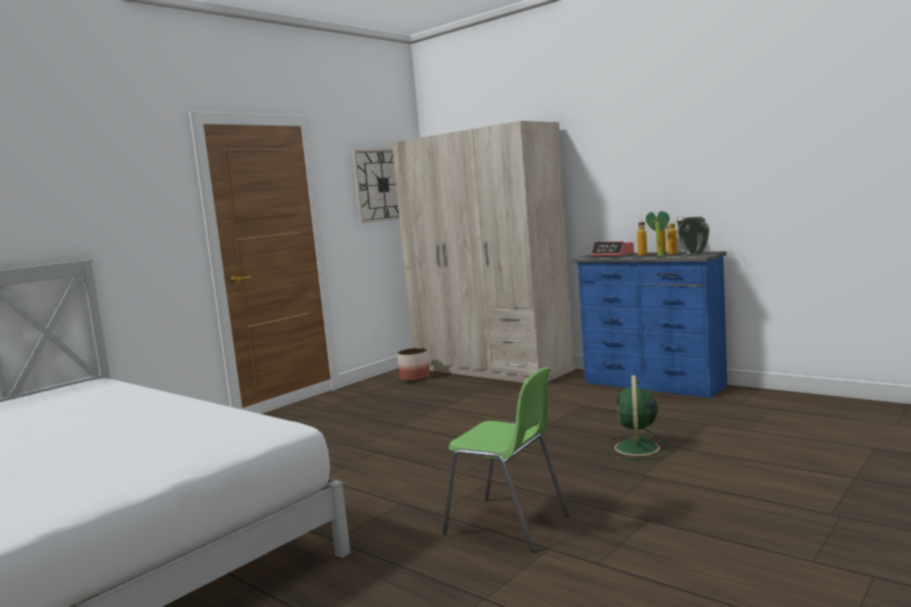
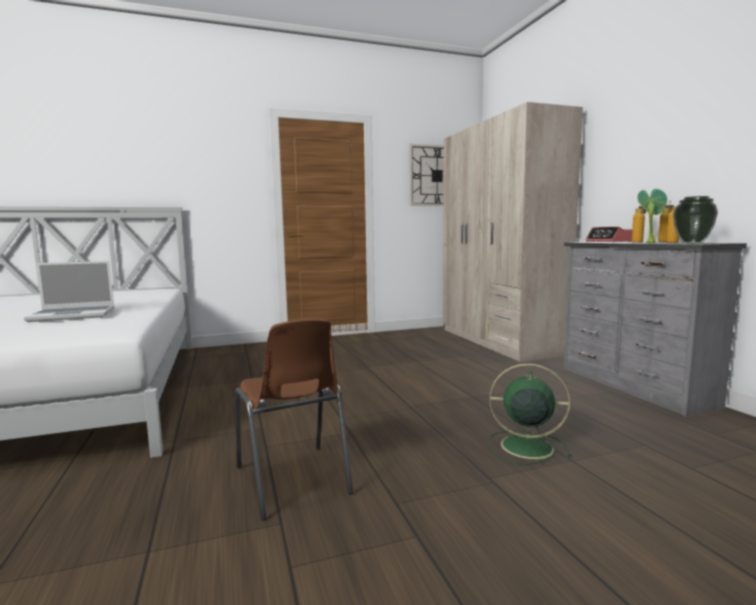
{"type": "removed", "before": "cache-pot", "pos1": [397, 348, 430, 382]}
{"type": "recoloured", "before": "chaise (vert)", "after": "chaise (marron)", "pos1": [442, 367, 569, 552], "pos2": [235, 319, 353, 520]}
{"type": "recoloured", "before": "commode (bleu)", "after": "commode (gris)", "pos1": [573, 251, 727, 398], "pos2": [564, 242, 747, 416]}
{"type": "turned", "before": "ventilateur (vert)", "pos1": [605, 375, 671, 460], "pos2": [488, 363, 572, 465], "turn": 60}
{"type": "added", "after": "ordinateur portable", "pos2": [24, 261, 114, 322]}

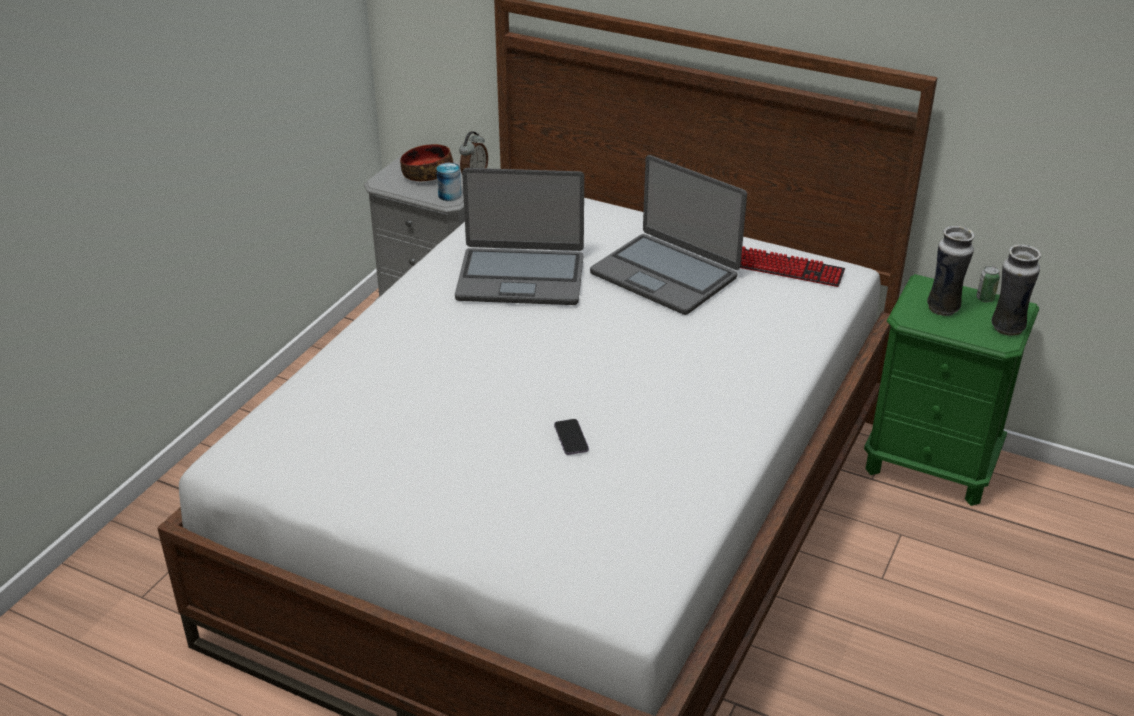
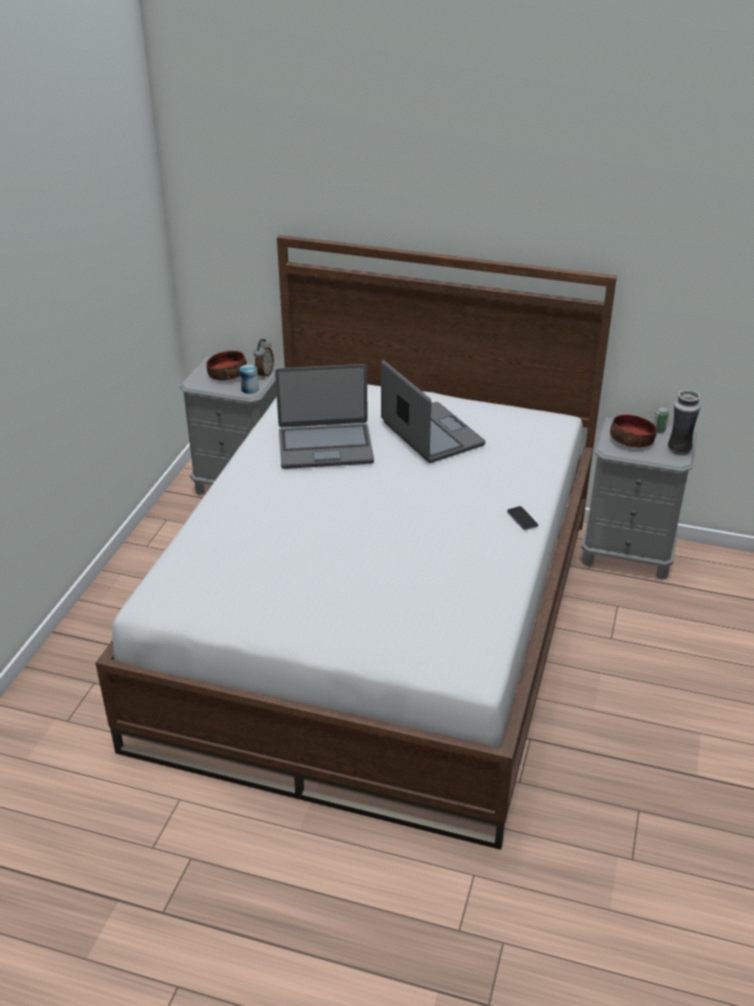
{"type": "moved", "before": "téléphone", "pos1": [554, 419, 589, 455], "pos2": [507, 506, 538, 530]}
{"type": "turned", "before": "ordinateur portable", "pos1": [590, 155, 747, 315], "pos2": [381, 360, 485, 463], "turn": -150}
{"type": "removed", "before": "clavier", "pos1": [740, 246, 845, 287]}
{"type": "recoloured", "before": "table de chevet (vert)", "after": "table de chevet (gris)", "pos1": [864, 274, 1039, 506], "pos2": [581, 417, 697, 580]}
{"type": "replaced", "before": "vase", "after": "bol", "pos1": [927, 226, 975, 316], "pos2": [610, 415, 657, 448]}

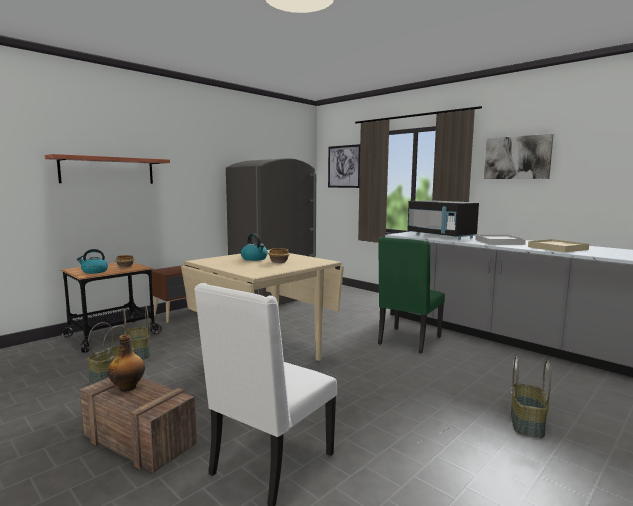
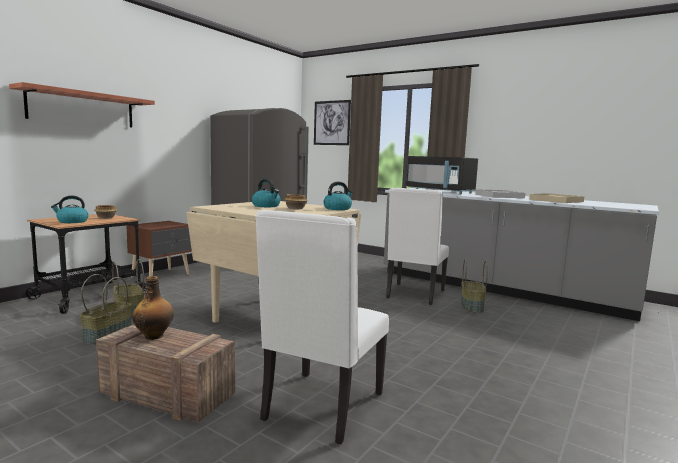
{"type": "recoloured", "before": "chaise (vert)", "after": "chaise (blanc)", "pos1": [378, 237, 445, 354], "pos2": [386, 188, 449, 305]}
{"type": "removed", "before": "tableau", "pos1": [484, 134, 554, 179]}
{"type": "moved", "before": "panier", "pos1": [511, 356, 551, 438], "pos2": [461, 259, 488, 313]}
{"type": "added", "after": "bouilloire", "pos2": [323, 182, 353, 210]}

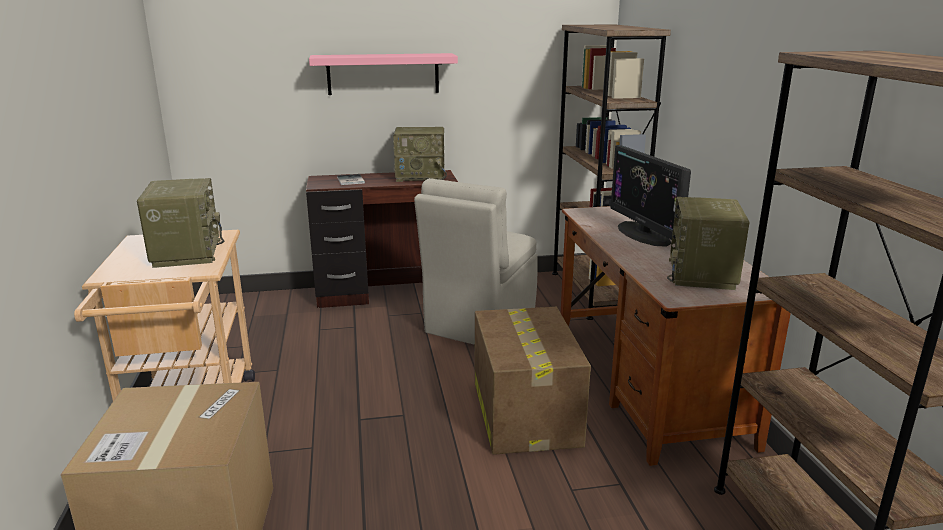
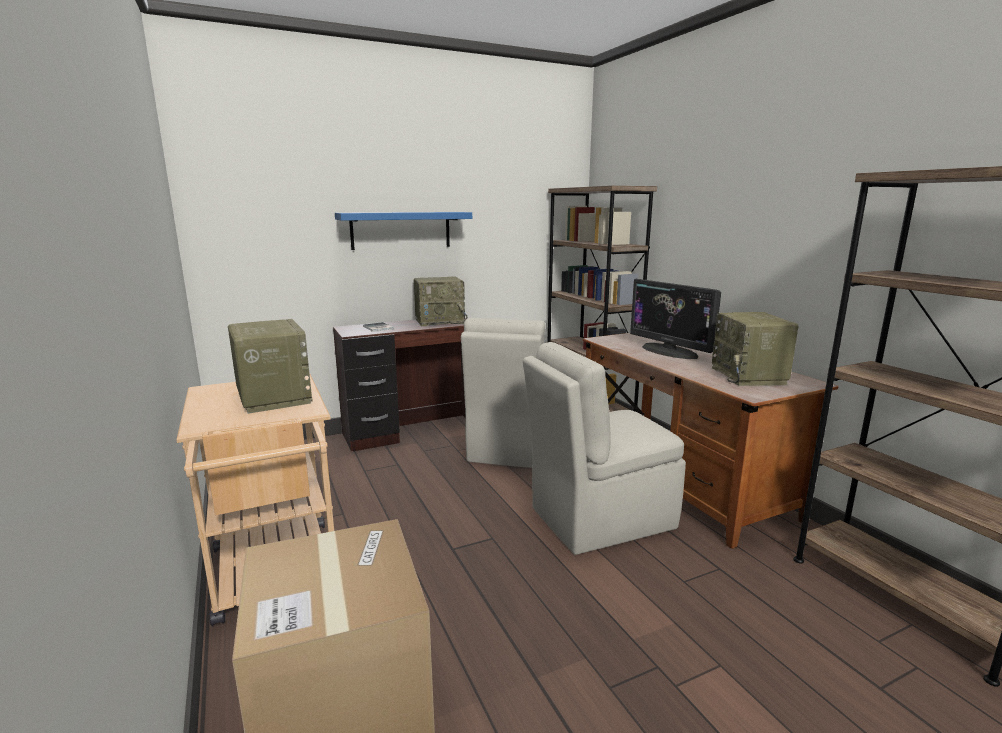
{"type": "recoloured", "before": "étagère (rose)", "after": "étagère (bleu)", "pos1": [309, 53, 458, 95], "pos2": [335, 212, 472, 250]}
{"type": "replaced", "before": "carton", "after": "chaise (beige)", "pos1": [475, 307, 591, 455], "pos2": [523, 342, 686, 555]}

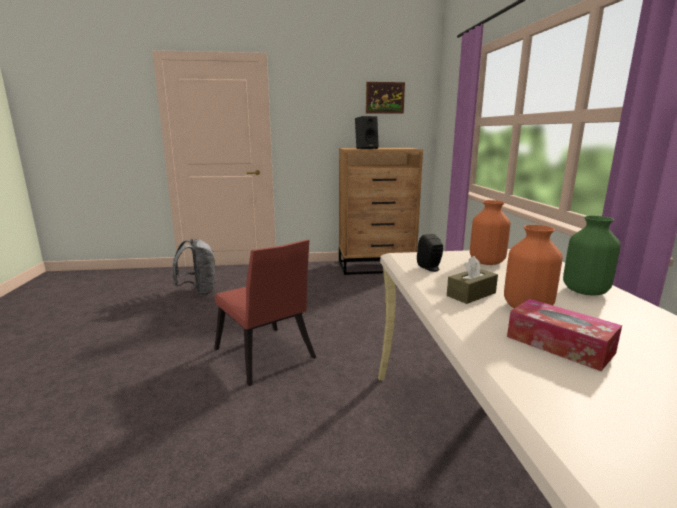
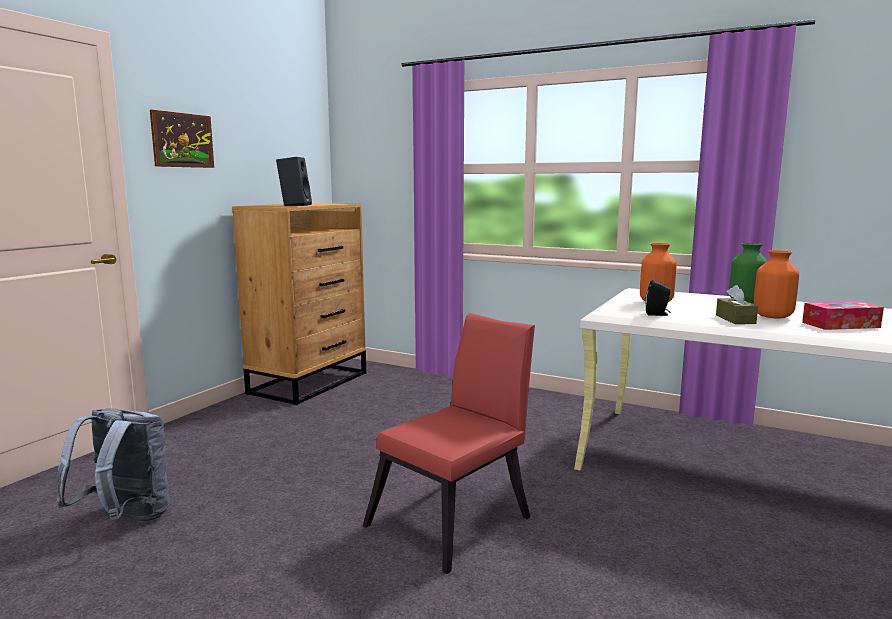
{"type": "turned", "before": "chaise (rouge)", "pos1": [214, 240, 316, 386], "pos2": [363, 313, 535, 574], "turn": -45}
{"type": "moved", "before": "tableau", "pos1": [366, 82, 405, 114], "pos2": [150, 110, 214, 168]}

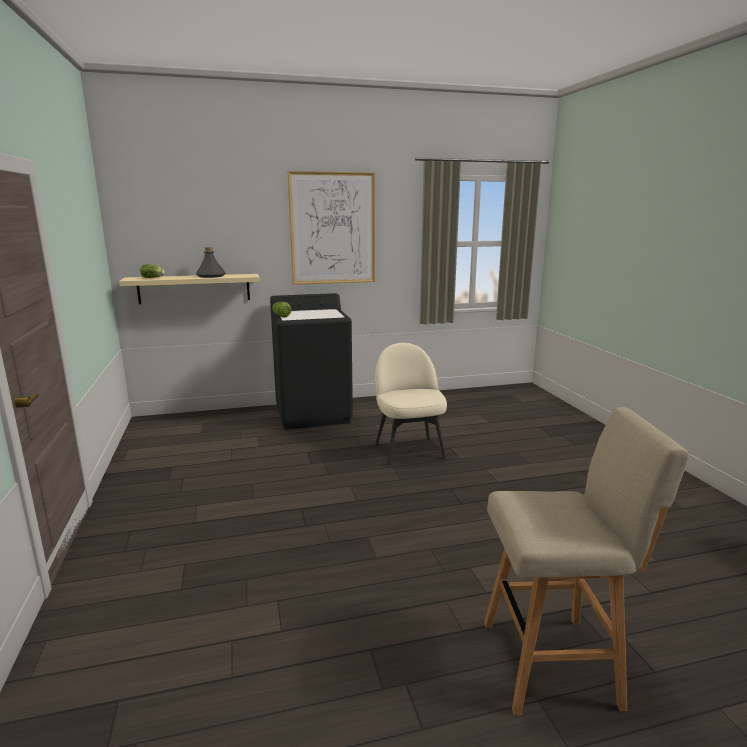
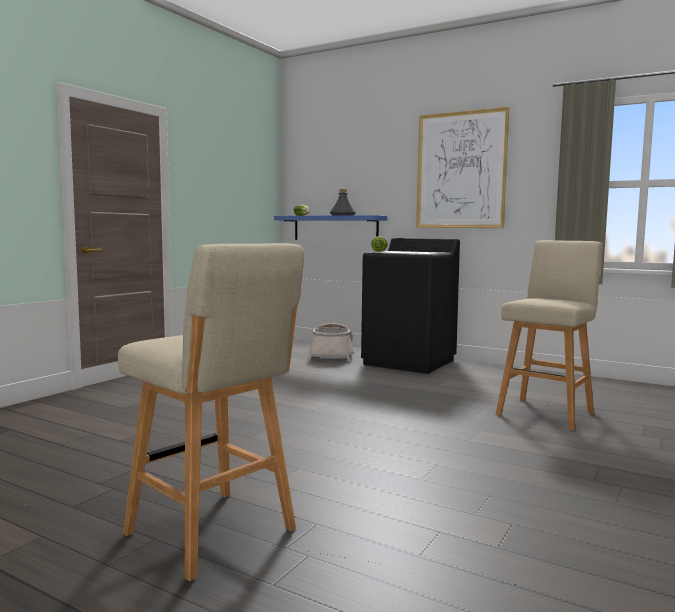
{"type": "recoloured", "before": "étagère (beige)", "after": "étagère (bleu)", "pos1": [119, 274, 260, 304], "pos2": [274, 215, 387, 240]}
{"type": "removed", "before": "chaise (beige)", "pos1": [375, 343, 447, 466]}
{"type": "added", "after": "panier", "pos2": [308, 323, 353, 362]}
{"type": "added", "after": "tabouret (beige)", "pos2": [496, 240, 603, 430]}

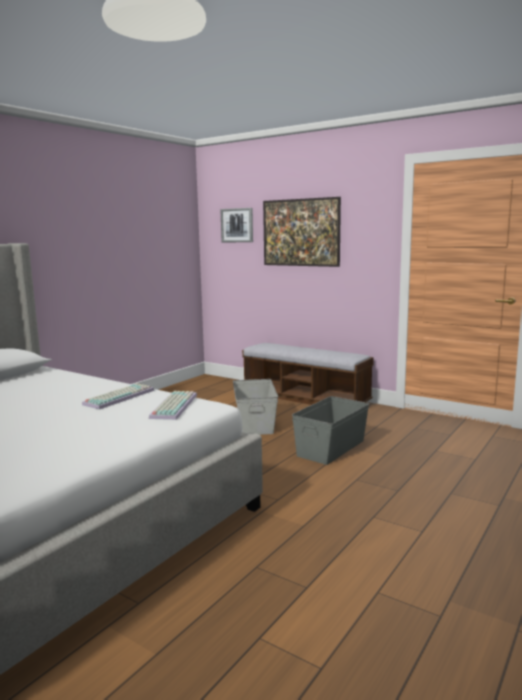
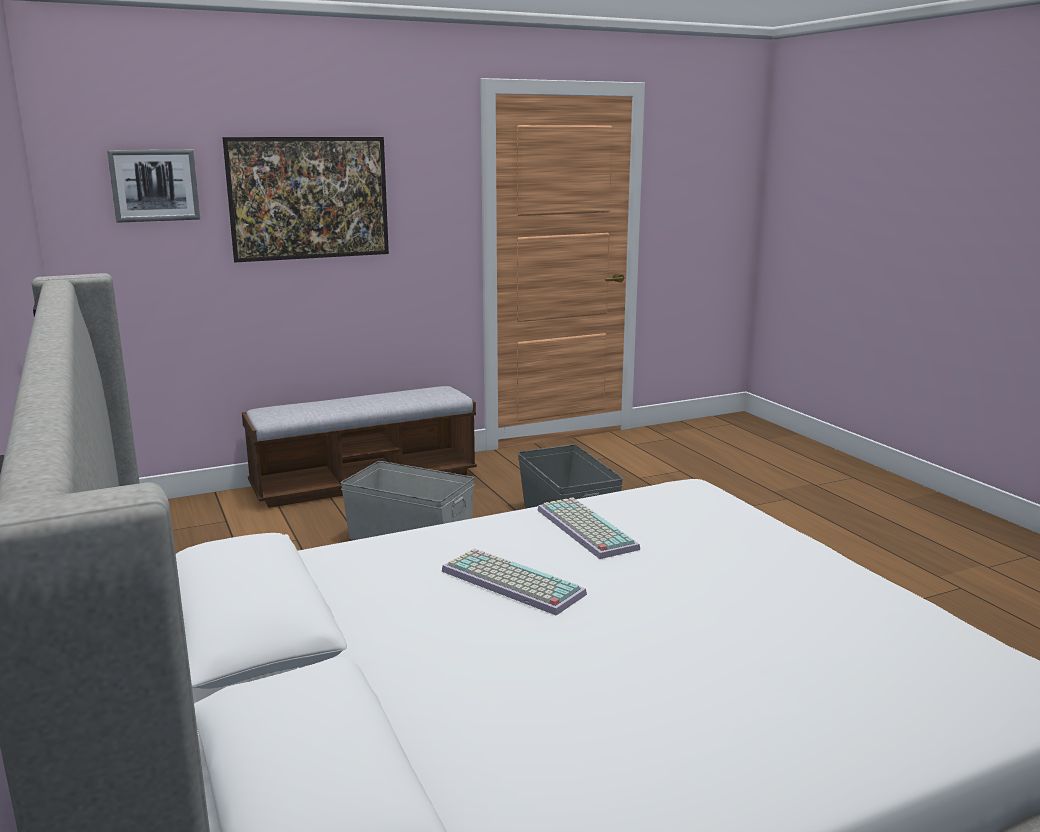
{"type": "moved", "before": "clavier", "pos1": [149, 391, 197, 420], "pos2": [442, 548, 587, 615]}

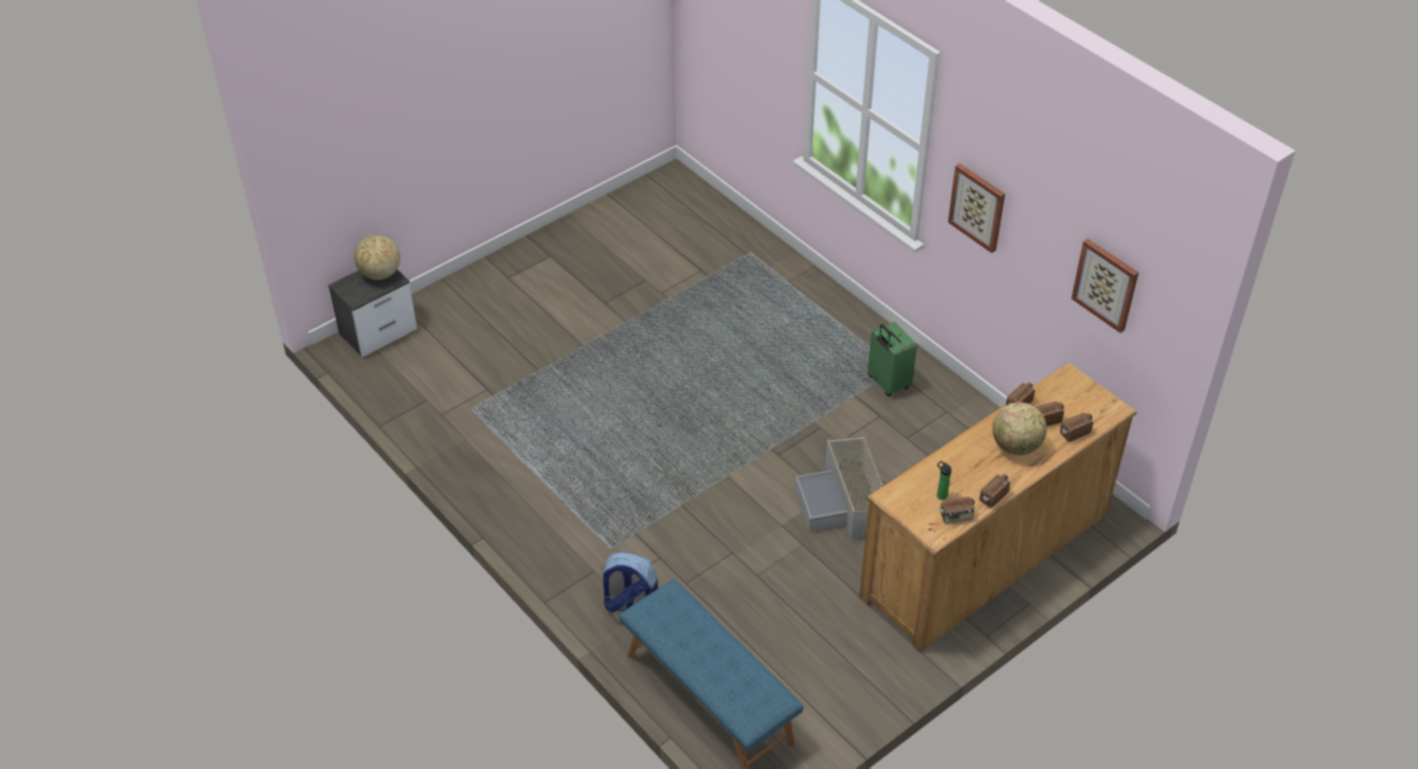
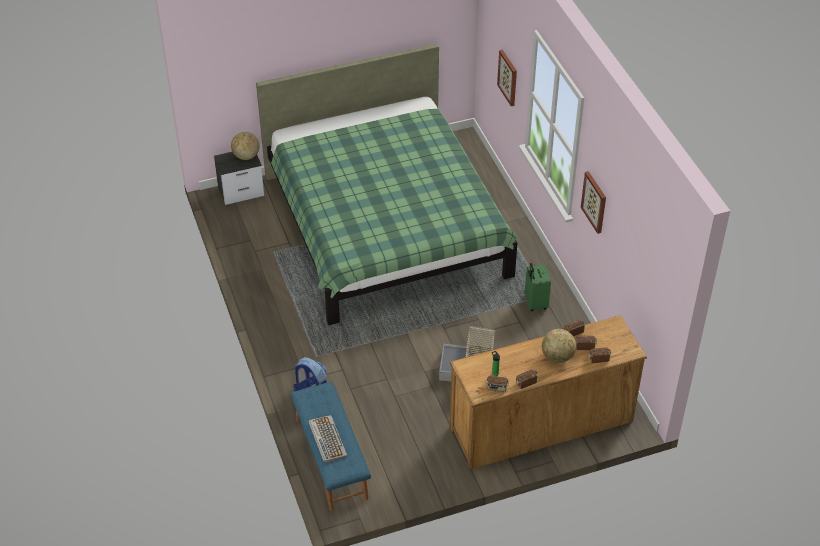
{"type": "moved", "before": "tableau", "pos1": [1071, 239, 1139, 333], "pos2": [497, 50, 517, 106]}
{"type": "added", "after": "lit (vert)", "pos2": [256, 44, 518, 325]}
{"type": "added", "after": "clavier", "pos2": [309, 415, 347, 463]}

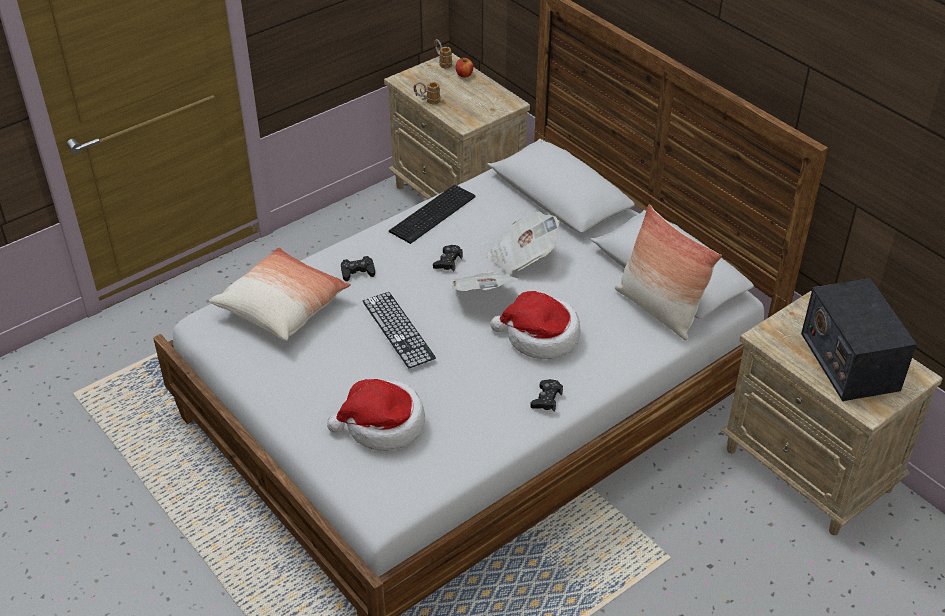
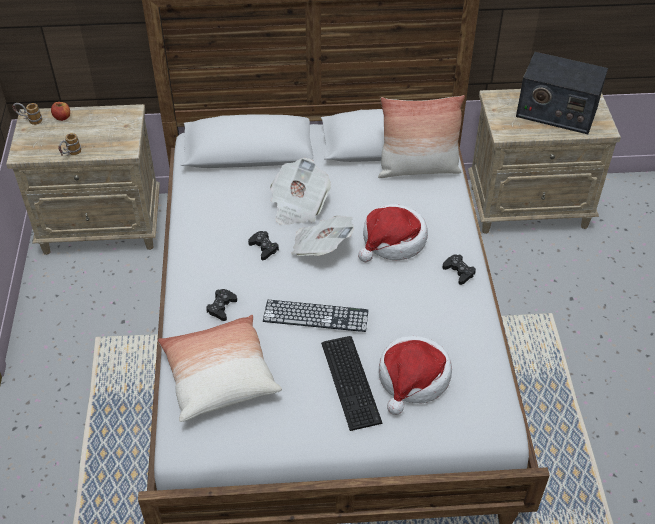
{"type": "moved", "before": "clavier", "pos1": [389, 185, 476, 244], "pos2": [321, 336, 382, 431]}

